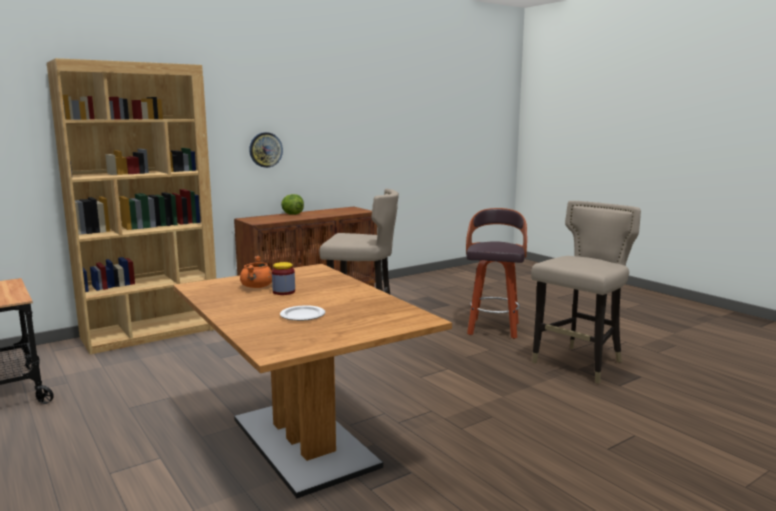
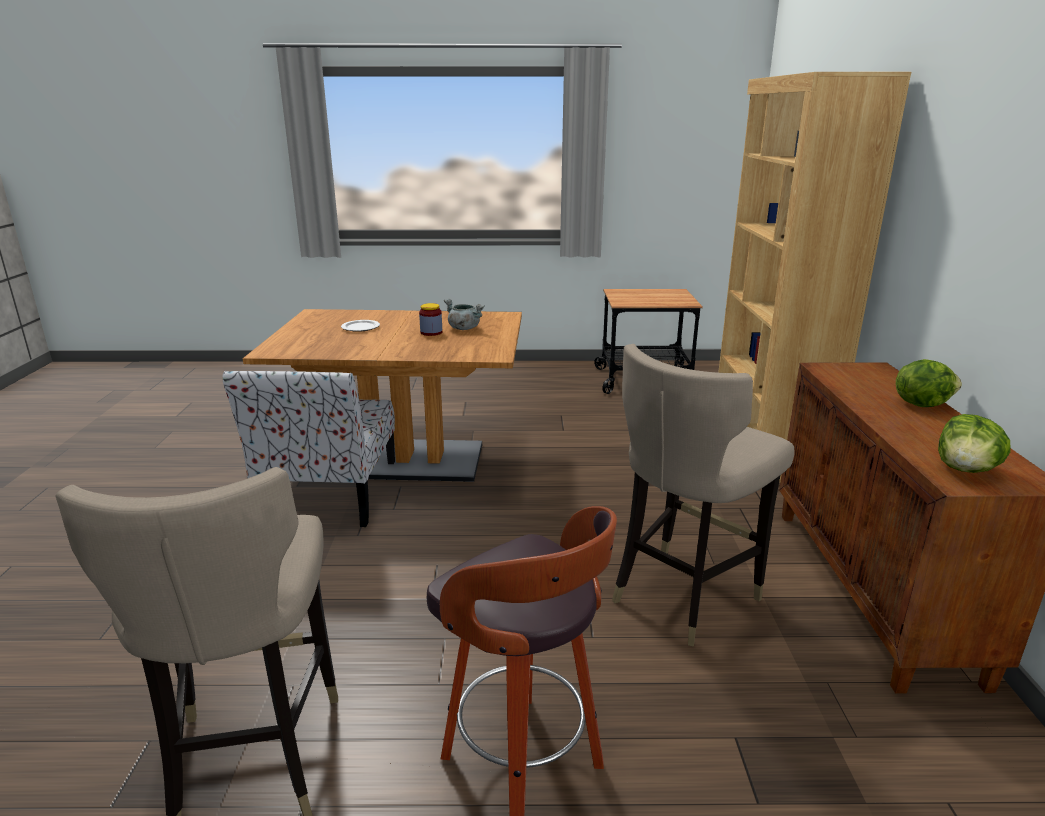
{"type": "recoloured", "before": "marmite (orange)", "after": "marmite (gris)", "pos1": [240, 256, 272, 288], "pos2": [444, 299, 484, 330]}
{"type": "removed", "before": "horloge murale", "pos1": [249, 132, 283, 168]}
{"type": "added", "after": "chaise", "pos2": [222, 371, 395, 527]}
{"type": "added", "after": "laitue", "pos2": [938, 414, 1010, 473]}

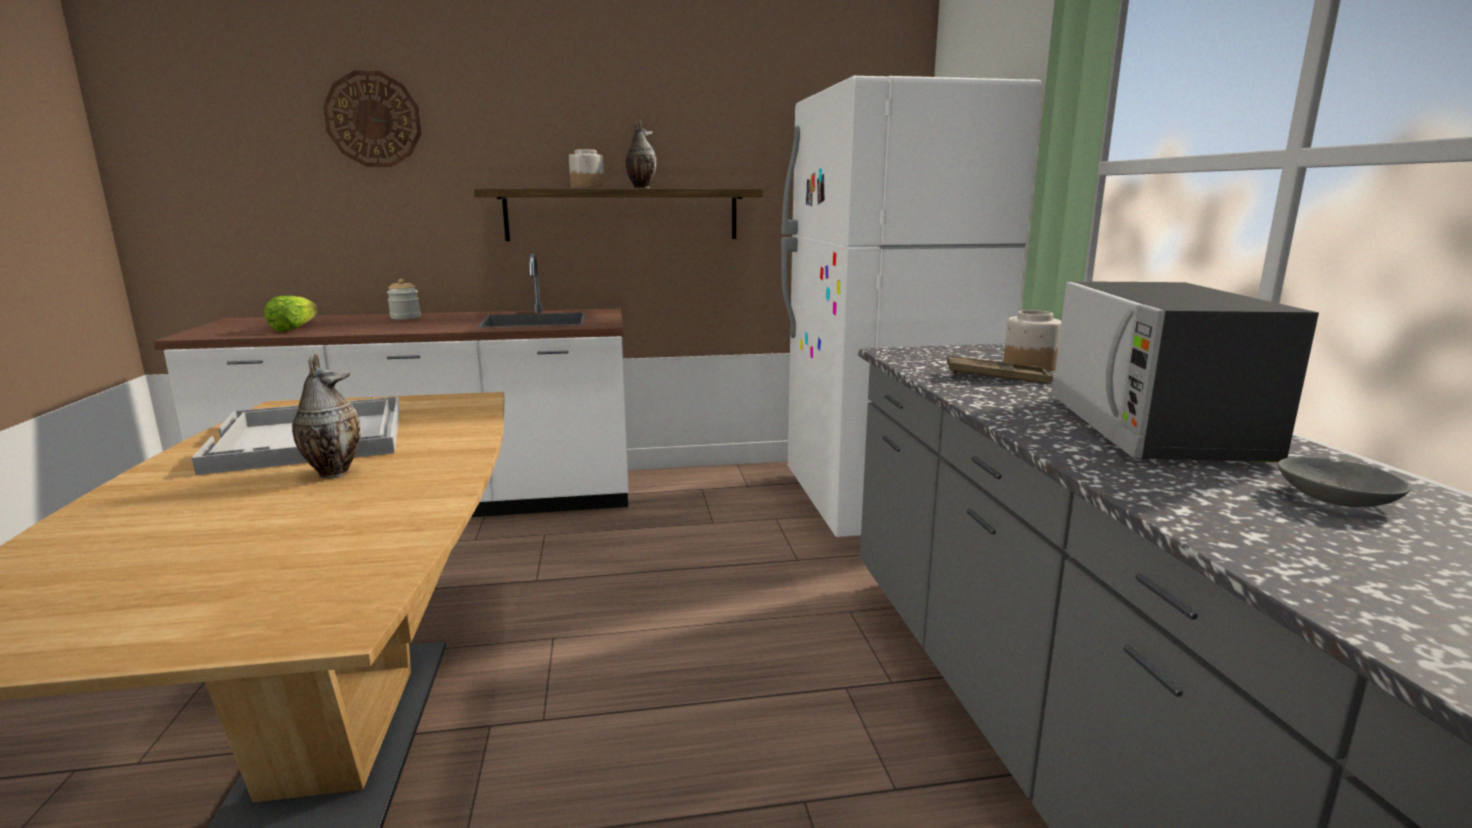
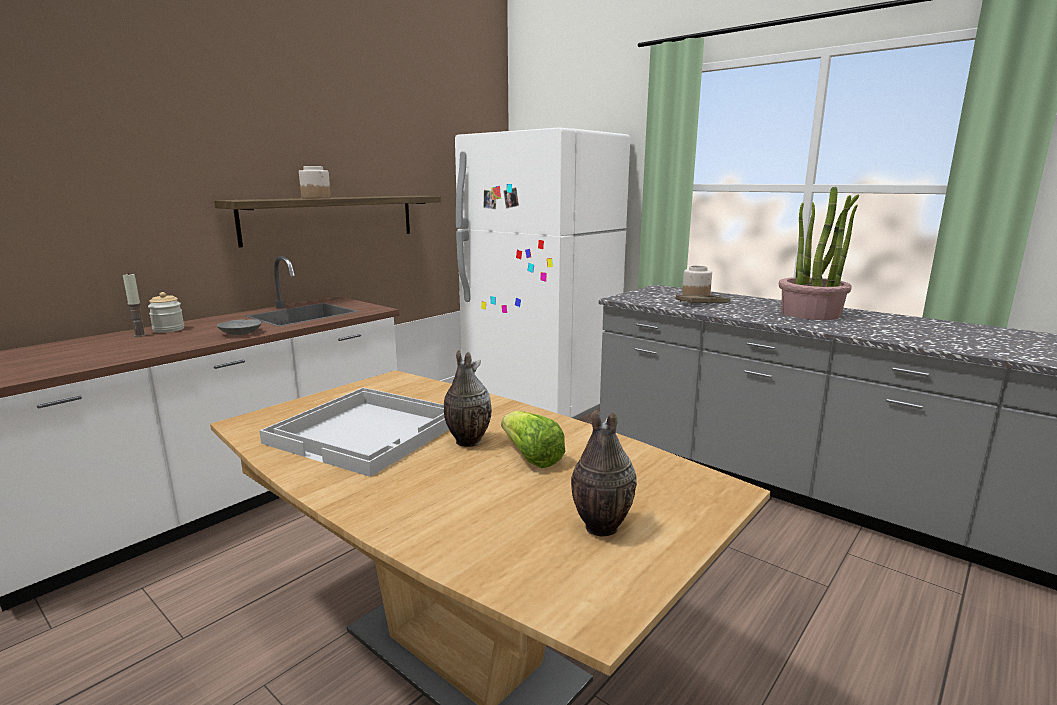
{"type": "moved", "before": "laitue", "pos1": [264, 296, 318, 332], "pos2": [501, 411, 565, 468]}
{"type": "removed", "before": "horloge murale", "pos1": [323, 71, 422, 167]}
{"type": "moved", "before": "vase", "pos1": [626, 120, 657, 188], "pos2": [571, 410, 637, 536]}
{"type": "replaced", "before": "micro-ondes", "after": "plante en pot", "pos1": [1051, 281, 1319, 462], "pos2": [779, 187, 859, 320]}
{"type": "moved", "before": "bol (gris)", "pos1": [1278, 456, 1411, 507], "pos2": [217, 319, 262, 335]}
{"type": "added", "after": "bougie", "pos2": [123, 273, 146, 337]}

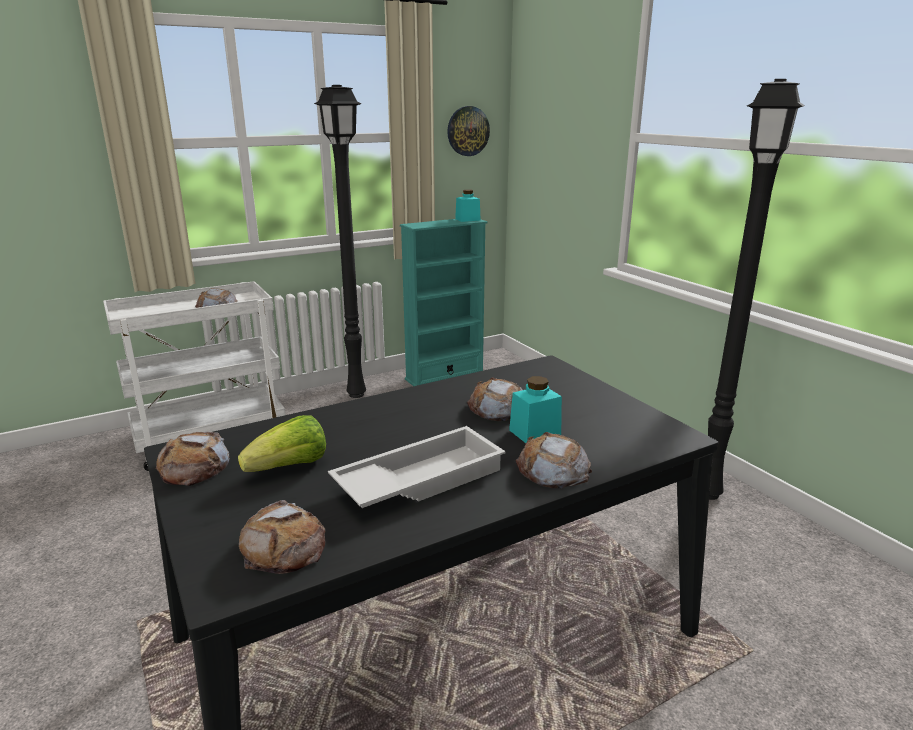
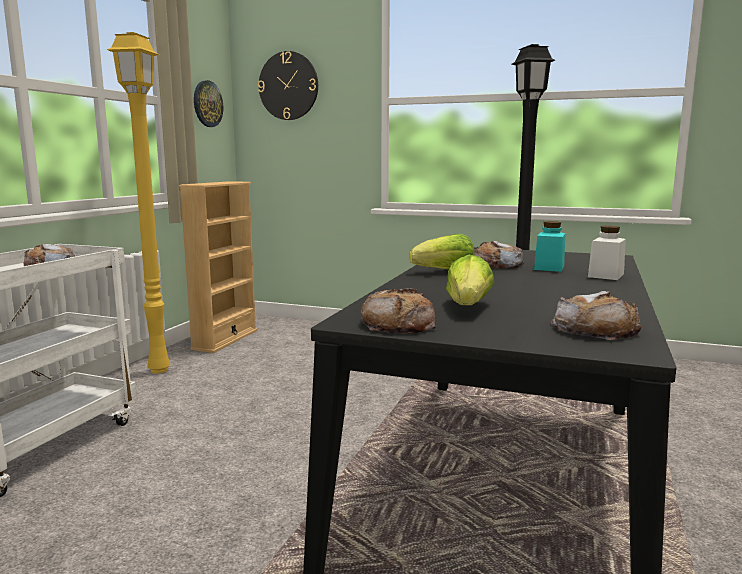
{"type": "recoloured", "before": "lampadaire (noir)", "after": "lampadaire (jaune)", "pos1": [314, 85, 366, 398], "pos2": [106, 32, 170, 374]}
{"type": "removed", "before": "plateau (blanc)", "pos1": [328, 426, 505, 508]}
{"type": "recoloured", "before": "bibliothèque (turquoise)", "after": "bibliothèque (beige)", "pos1": [400, 219, 487, 386], "pos2": [179, 181, 258, 353]}
{"type": "removed", "before": "bocal (turquoise)", "pos1": [455, 190, 480, 222]}
{"type": "replaced", "before": "pain", "after": "bocal (blanc)", "pos1": [515, 432, 592, 488], "pos2": [588, 226, 626, 280]}
{"type": "added", "after": "horloge murale", "pos2": [258, 51, 318, 120]}
{"type": "added", "after": "laitue", "pos2": [410, 234, 475, 270]}

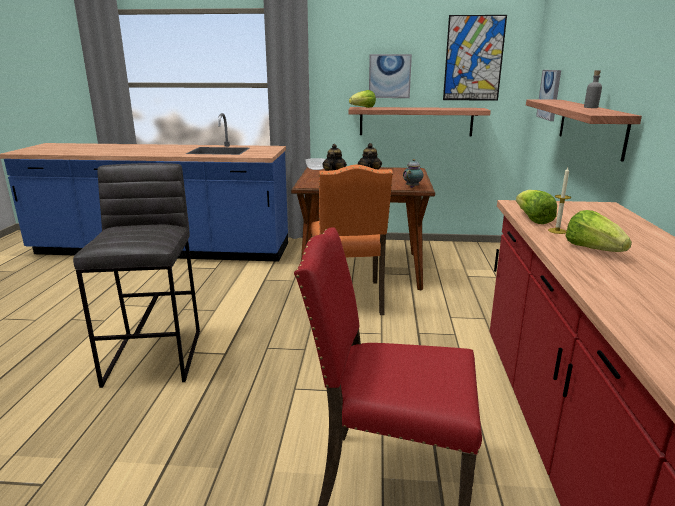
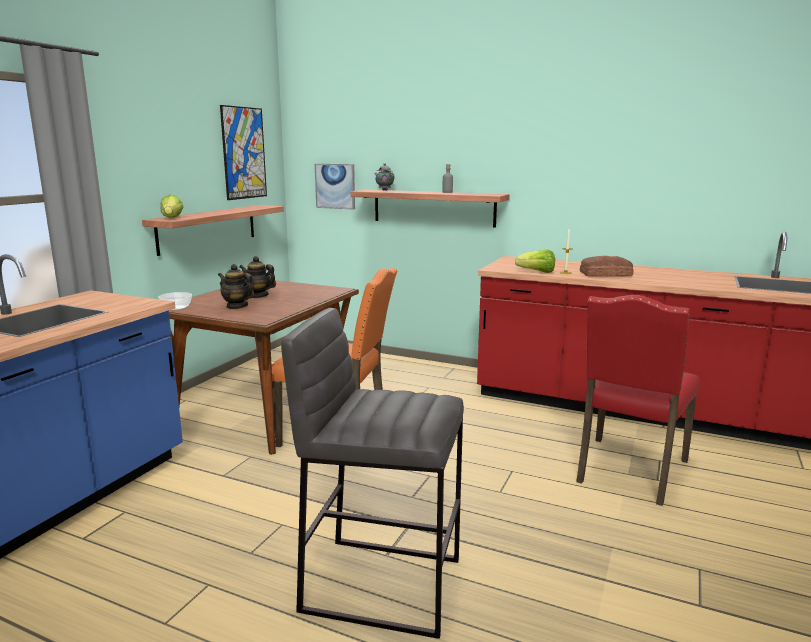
{"type": "removed", "before": "tableau", "pos1": [369, 54, 412, 98]}
{"type": "moved", "before": "théière", "pos1": [403, 159, 423, 188], "pos2": [374, 163, 395, 191]}
{"type": "replaced", "before": "laitue", "after": "pain", "pos1": [565, 210, 632, 252], "pos2": [580, 256, 633, 277]}

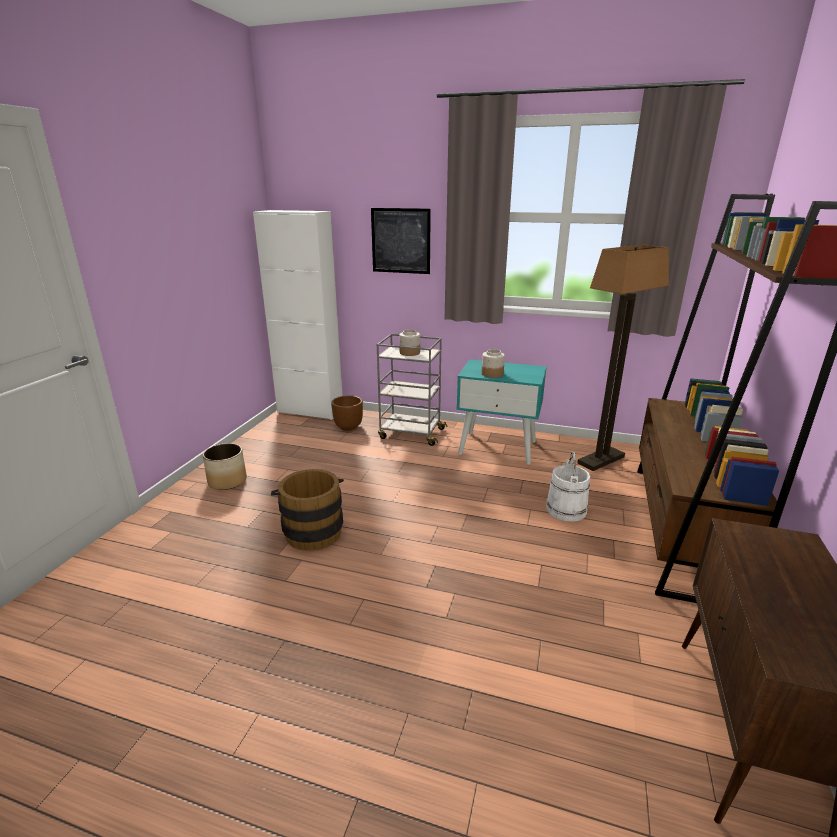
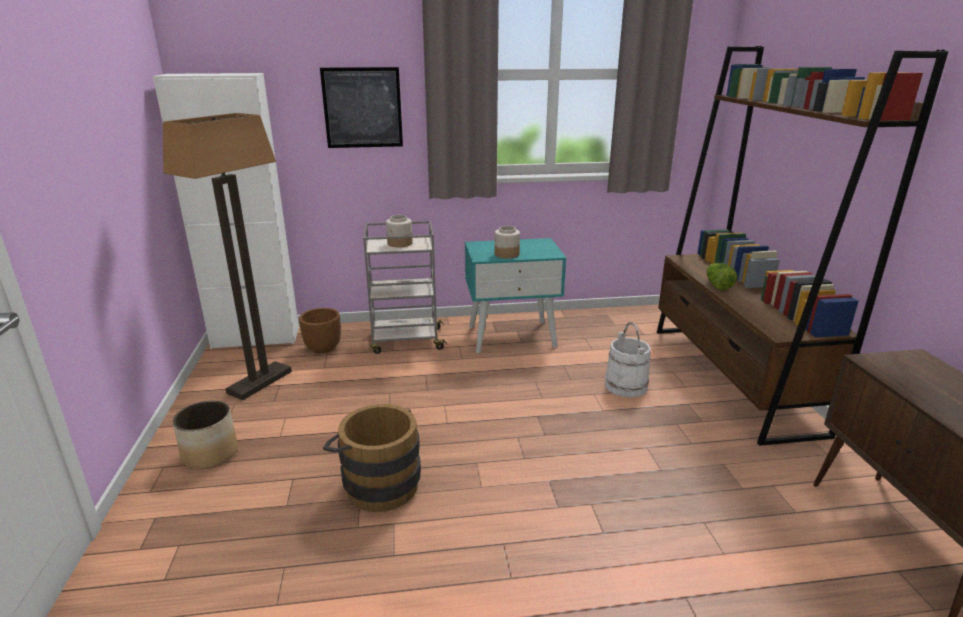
{"type": "moved", "before": "lampadaire", "pos1": [577, 245, 669, 471], "pos2": [163, 113, 292, 400]}
{"type": "added", "after": "laitue", "pos2": [707, 263, 737, 290]}

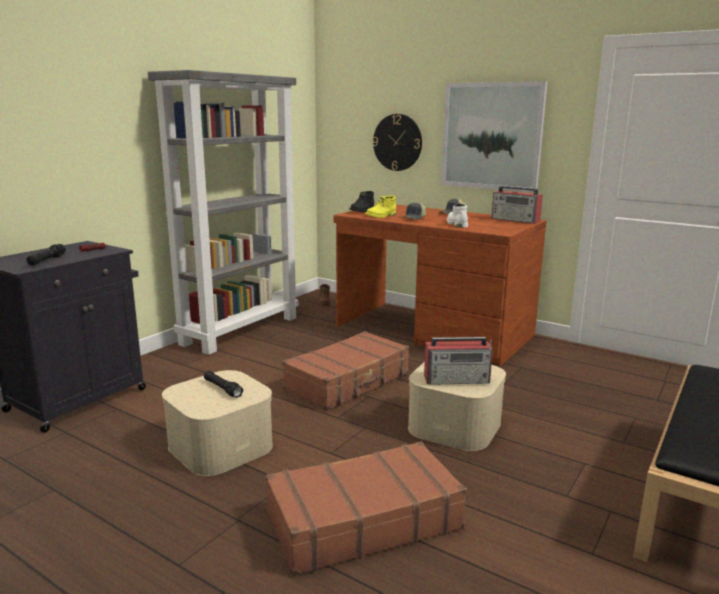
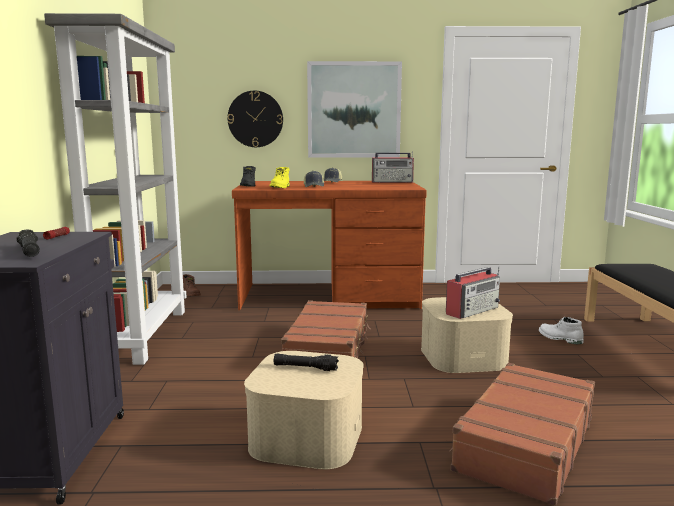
{"type": "moved", "before": "botte (blanc)", "pos1": [447, 203, 468, 227], "pos2": [539, 317, 584, 344]}

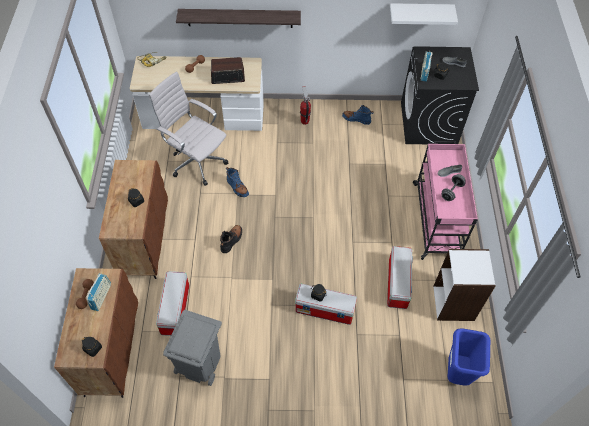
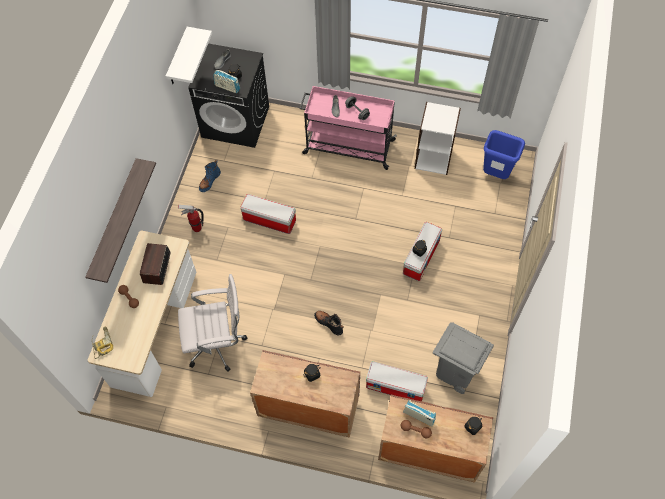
{"type": "turned", "before": "chaise de bureau (blanc)", "pos1": [149, 72, 228, 186], "pos2": [178, 274, 248, 372], "turn": -150}
{"type": "removed", "before": "botte (bleu)", "pos1": [226, 167, 249, 197]}
{"type": "moved", "before": "boîte de rangement", "pos1": [387, 246, 413, 309], "pos2": [240, 194, 296, 234]}

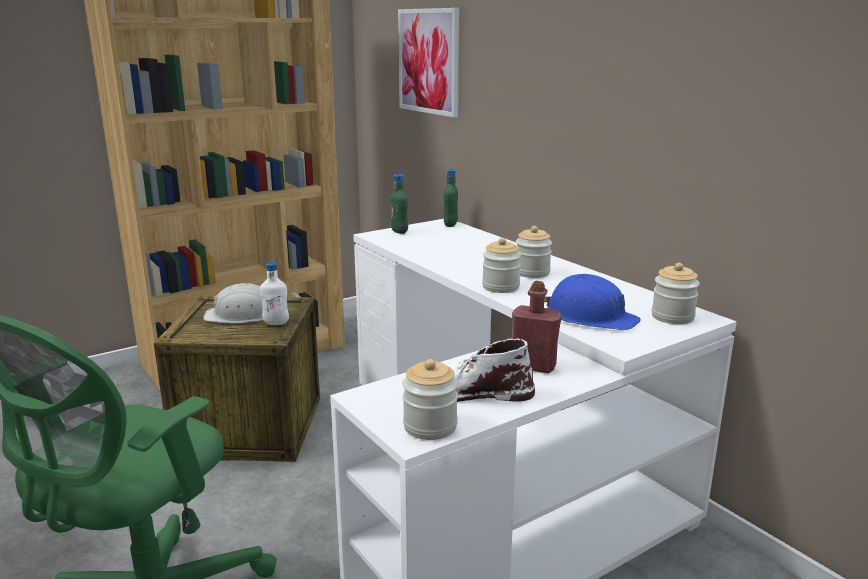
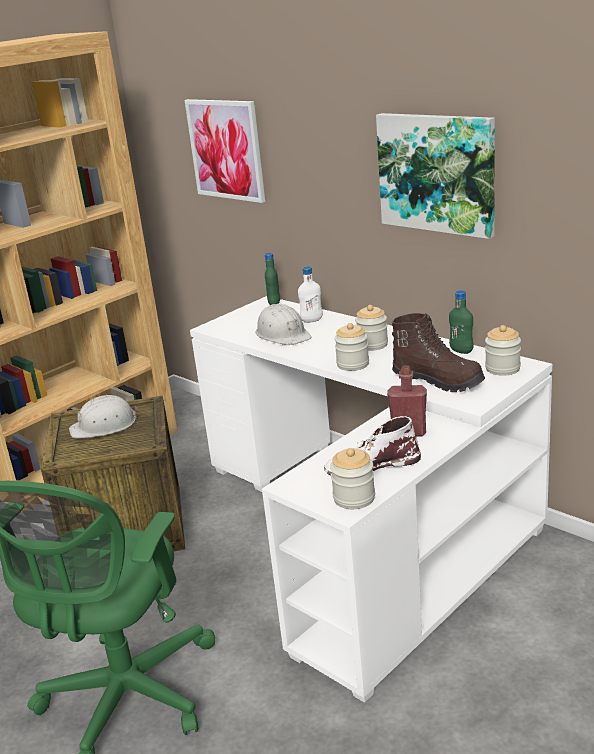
{"type": "moved", "before": "bouteille (blanc)", "pos1": [260, 262, 289, 325], "pos2": [298, 266, 323, 323]}
{"type": "moved", "before": "bouteille (vert)", "pos1": [390, 174, 408, 234], "pos2": [449, 290, 474, 354]}
{"type": "replaced", "before": "casque de chantier (bleu)", "after": "botte (marron)", "pos1": [544, 274, 641, 330], "pos2": [392, 313, 485, 392]}
{"type": "added", "after": "casque de chantier (blanc)", "pos2": [255, 304, 312, 345]}
{"type": "added", "after": "tableau", "pos2": [376, 113, 495, 239]}

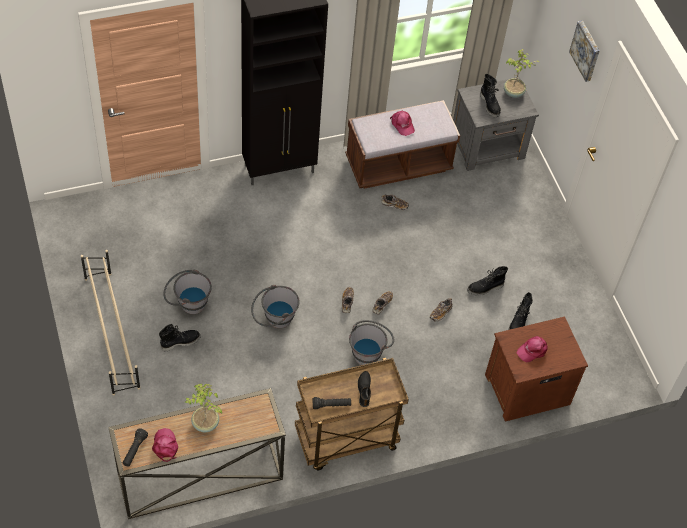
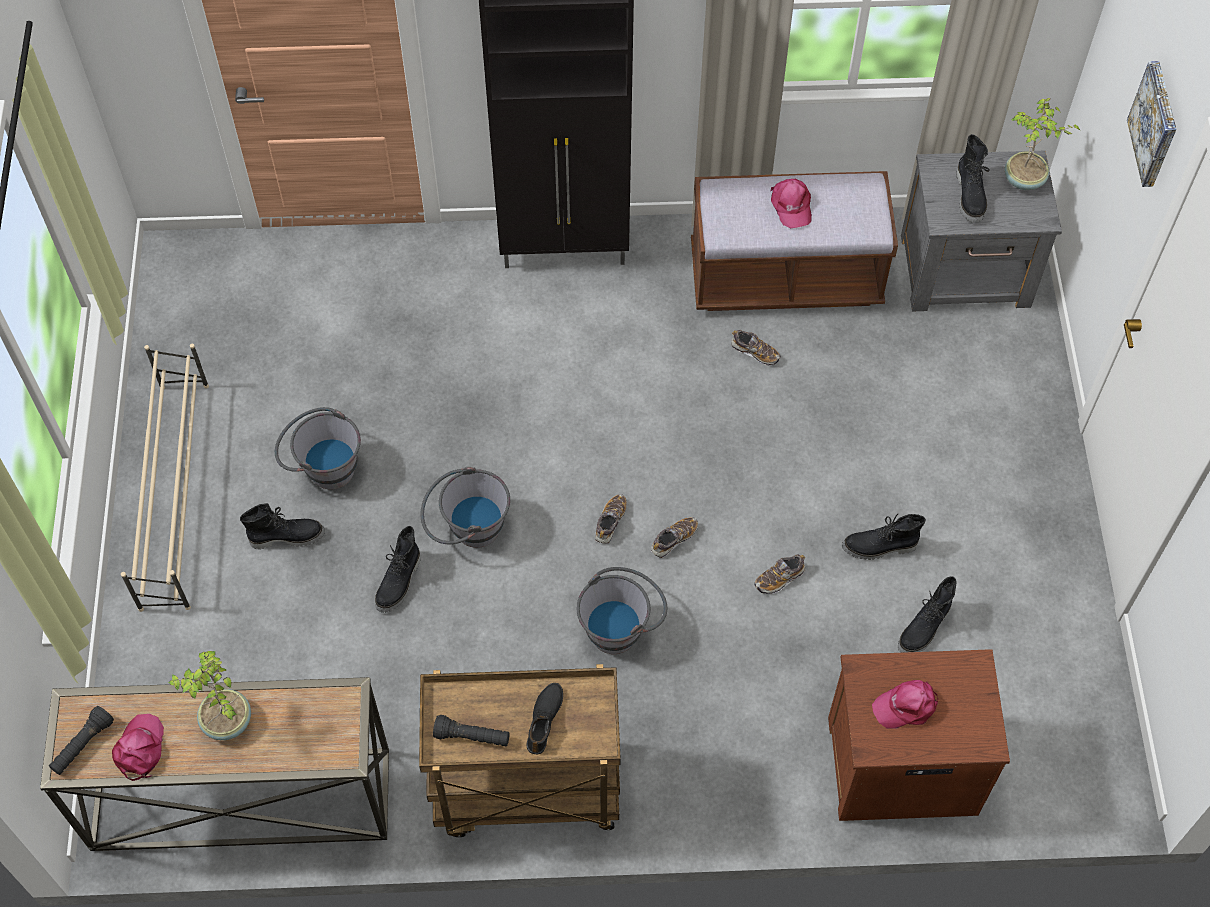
{"type": "added", "after": "botte (noir)", "pos2": [375, 526, 420, 613]}

